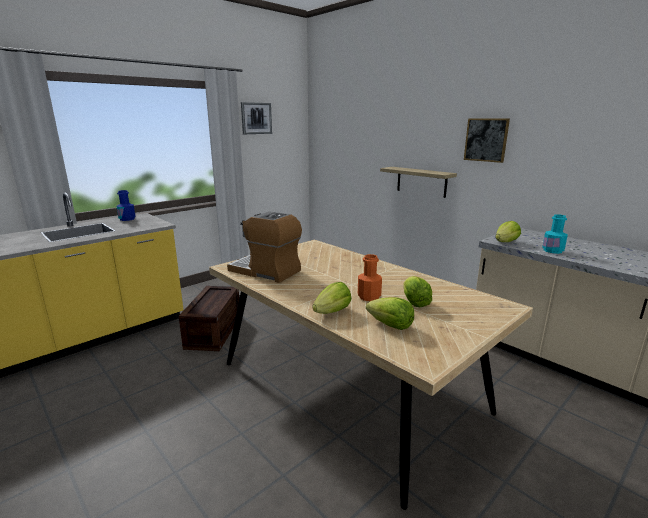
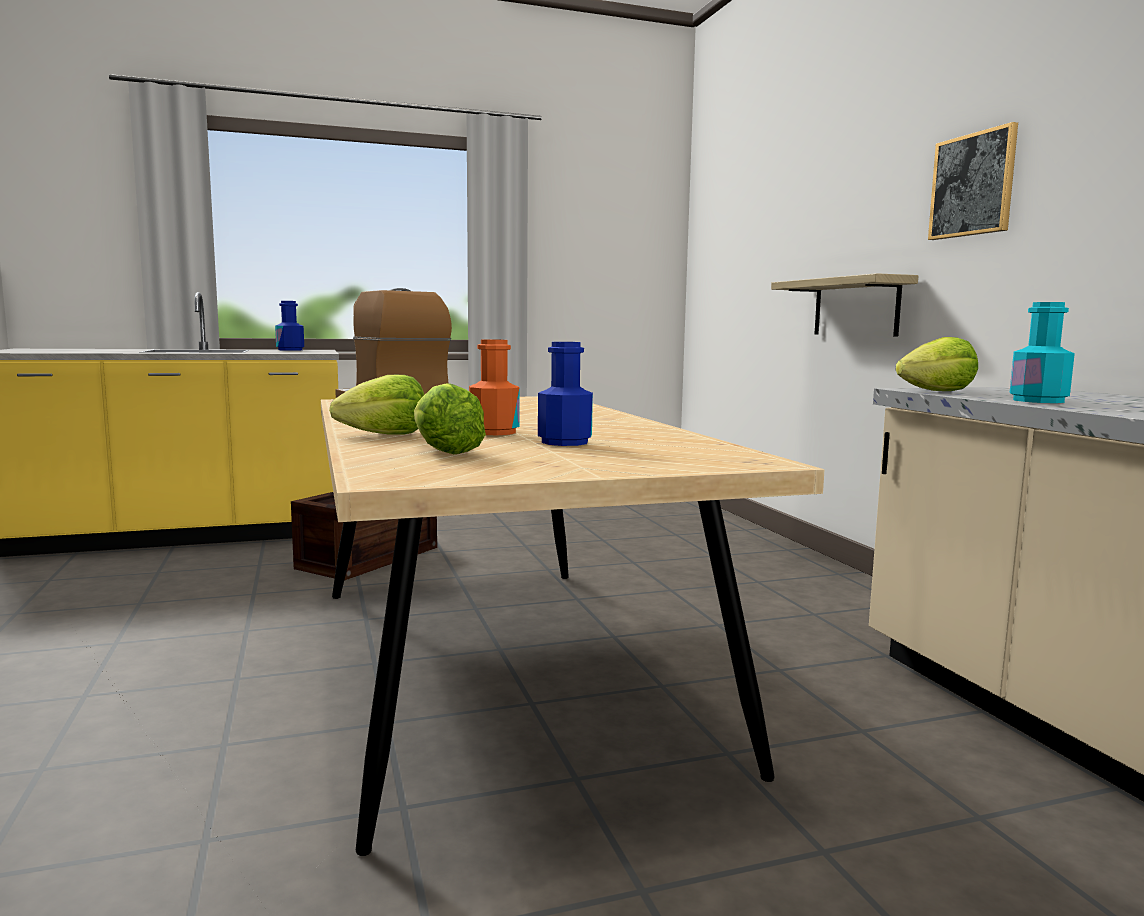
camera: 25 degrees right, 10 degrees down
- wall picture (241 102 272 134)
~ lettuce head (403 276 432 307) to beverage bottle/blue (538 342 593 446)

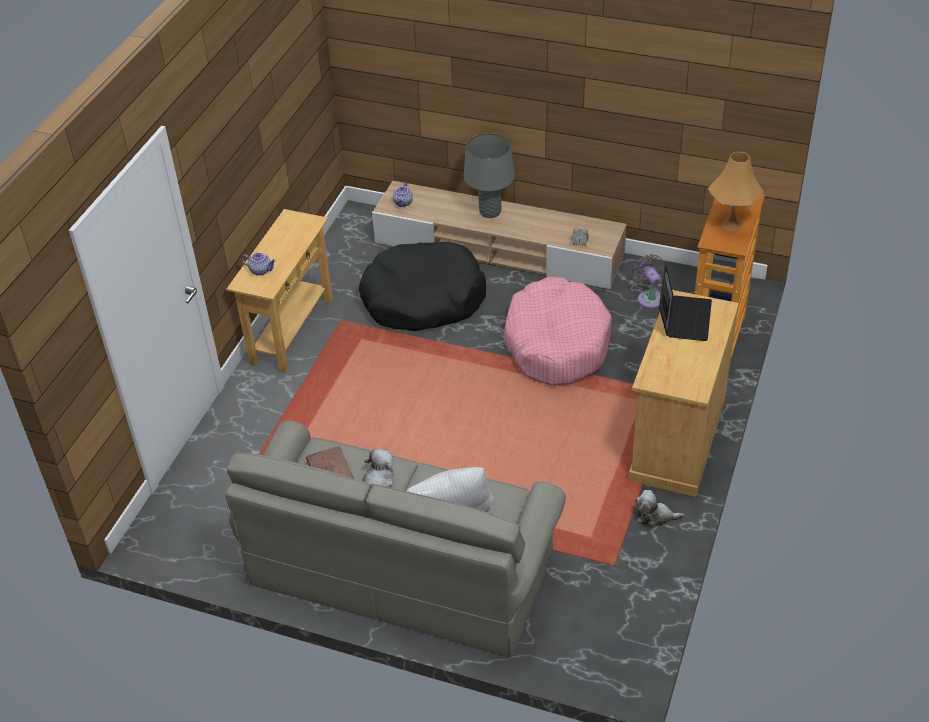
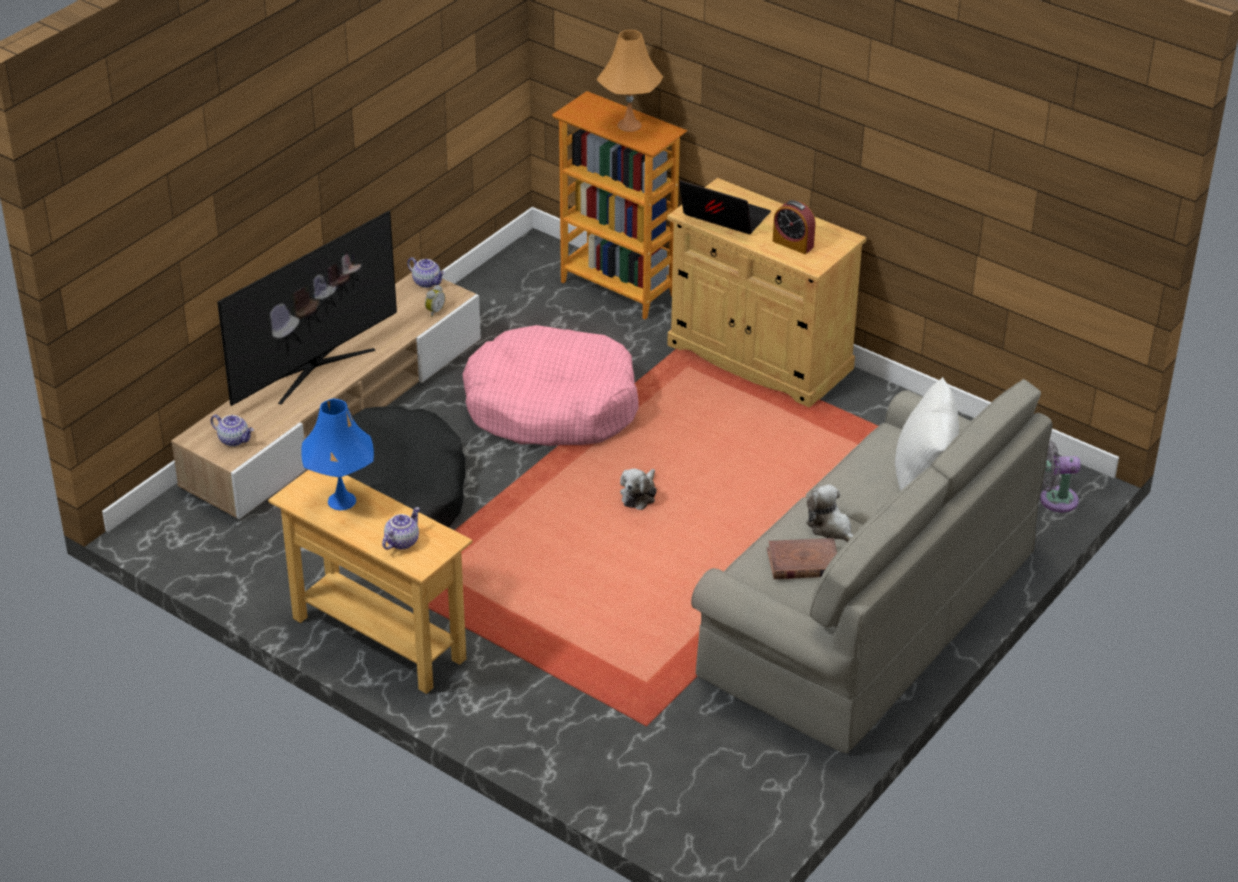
camera: 75 degrees left, 5 degrees down
+ table lamp/blue (301 399 374 510)
+ tea pot (407 257 445 288)
+ table clock (773 200 816 254)
~ fan/greyish (631 254 664 309) to (1040 440 1081 512)
~ soft toy (635 490 684 528) to (620 468 657 510)
~ table lamp/greyish (463 133 515 218) to television (217 211 397 406)

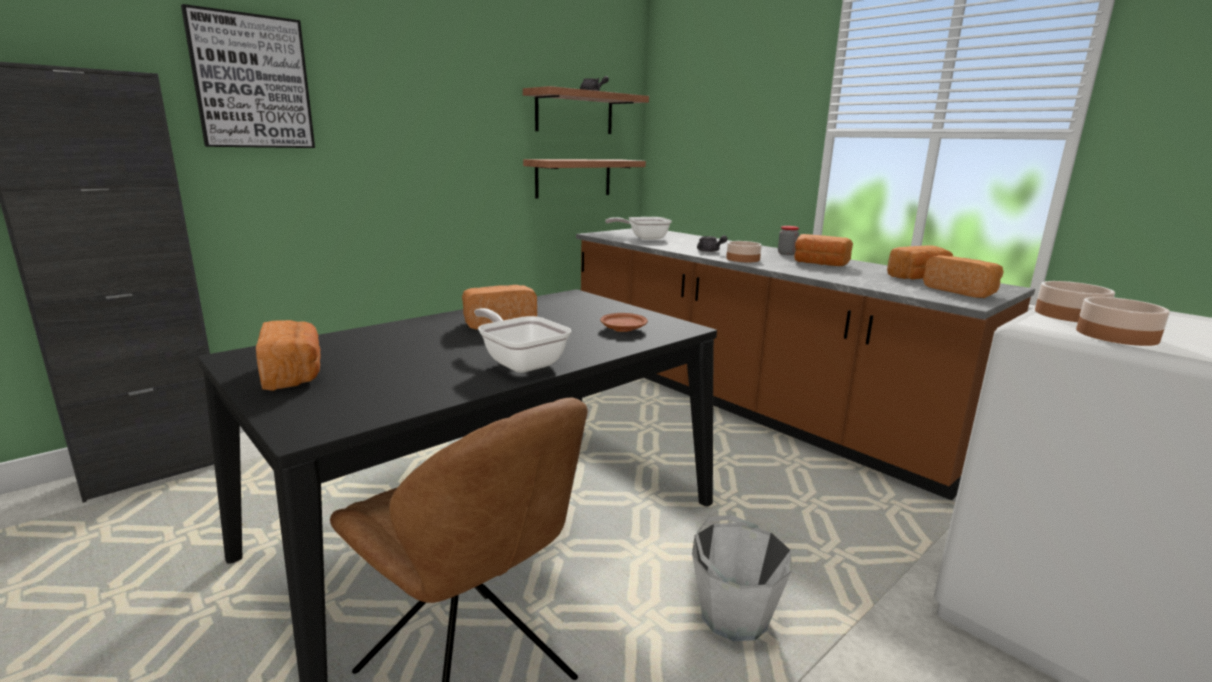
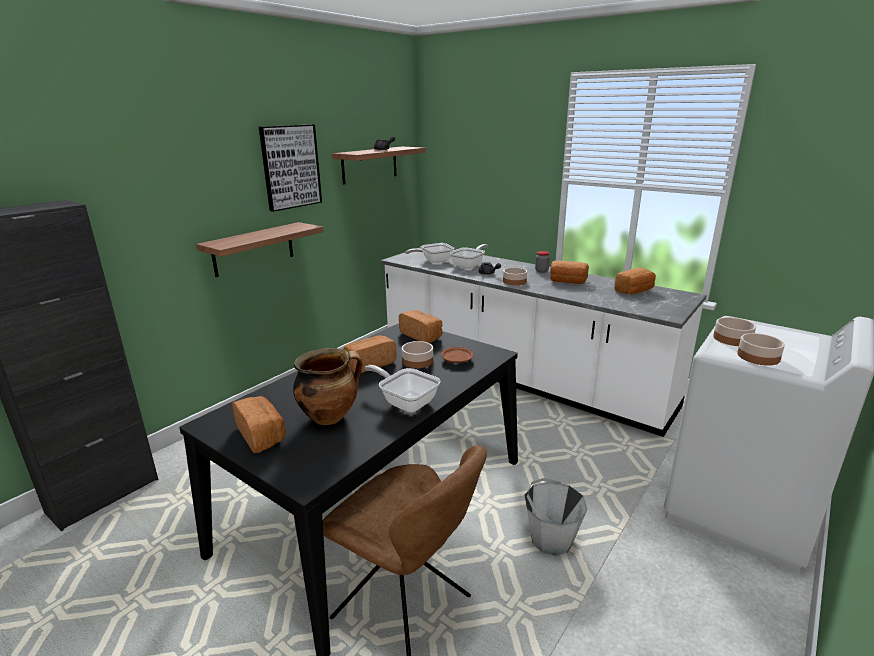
camera: 10 degrees left, 5 degrees up
+ cooking pot (293 348 362 425)
+ deep dish (402 341 433 368)
+ skillet (449 244 488 269)
~ wall picture (181 4 315 148) to (259 124 322 212)
~ bracket shelf (523 159 646 199) to (196 222 323 277)
~ baked bread (923 255 1004 298) to (399 310 442 343)
~ kitchen counter/brownish (576 228 1035 500) to kitchen counter/whitish (381 247 707 437)

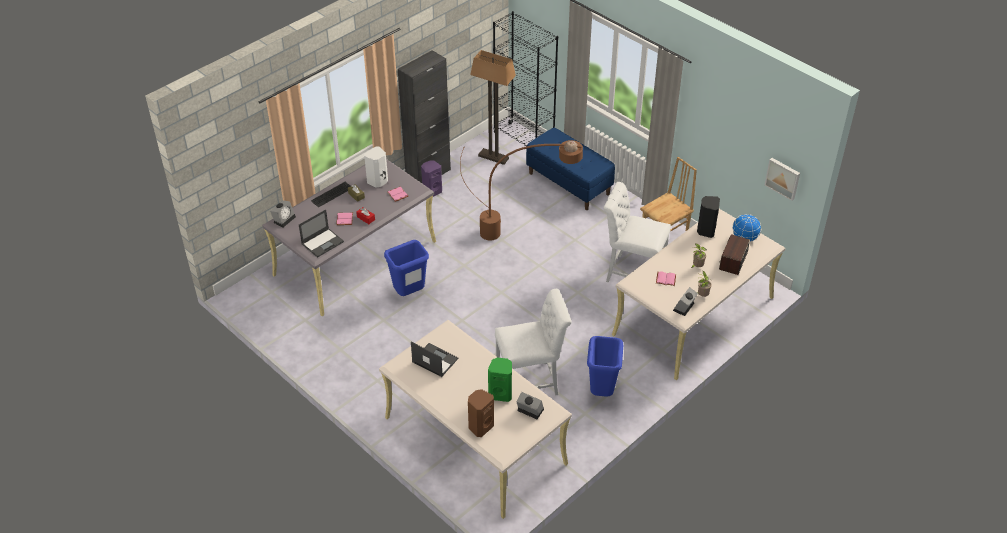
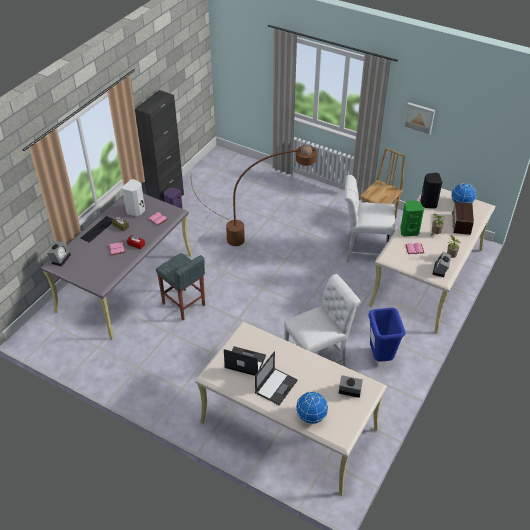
camera: 15 degrees left, 0 degrees up
- floor lamp (470 50 516 165)
- bookcase/black (493 11 558 145)
- bench/blue (526 127 615 210)
~ notebook computer (299 209 344 258) to (255 351 298 405)
~ audio speaker/green (488 357 512 402) to (400 201 424 237)
~ wall picture (765 158 800 201) to (404 102 435 136)
~ waste bin/blue (384 240 429 296) to stool seat/greyish (156 253 205 320)
~ audio speaker/brownish (468 389 494 437) to desk globe (296 391 328 424)

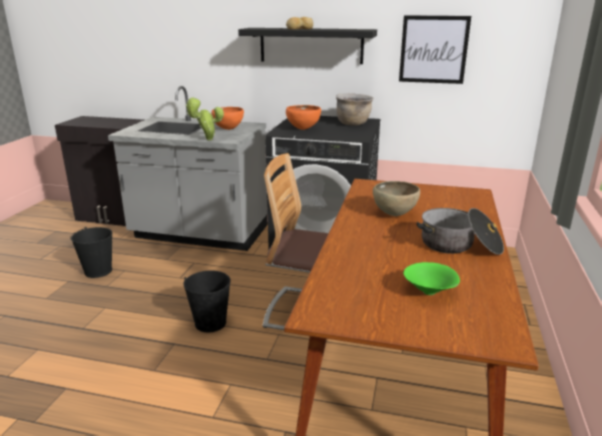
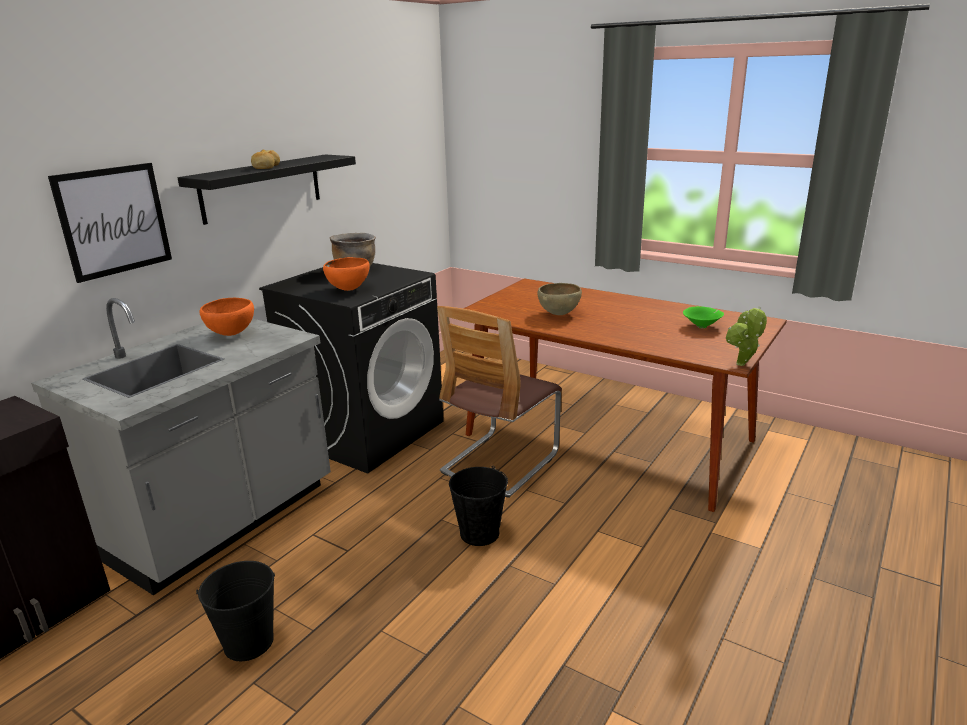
camera: 70 degrees left, 0 degrees up
- cooking pot (417 208 504 255)
~ potted plant (185 97 224 140) to (726 307 767 366)
~ wall picture (399 15 471 84) to (48 163 172 283)

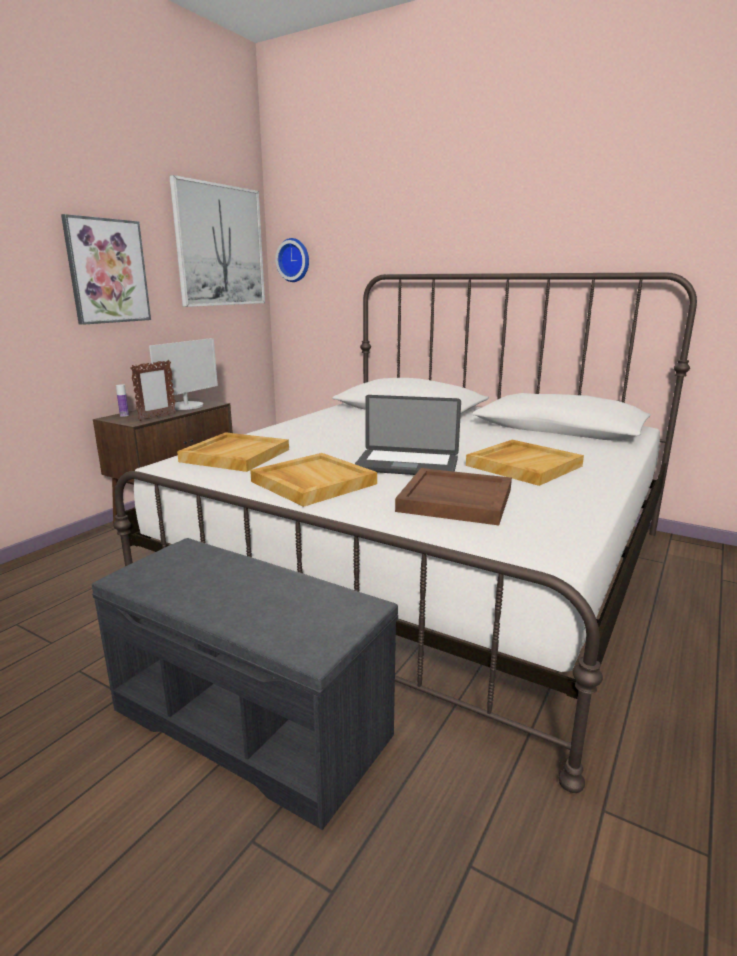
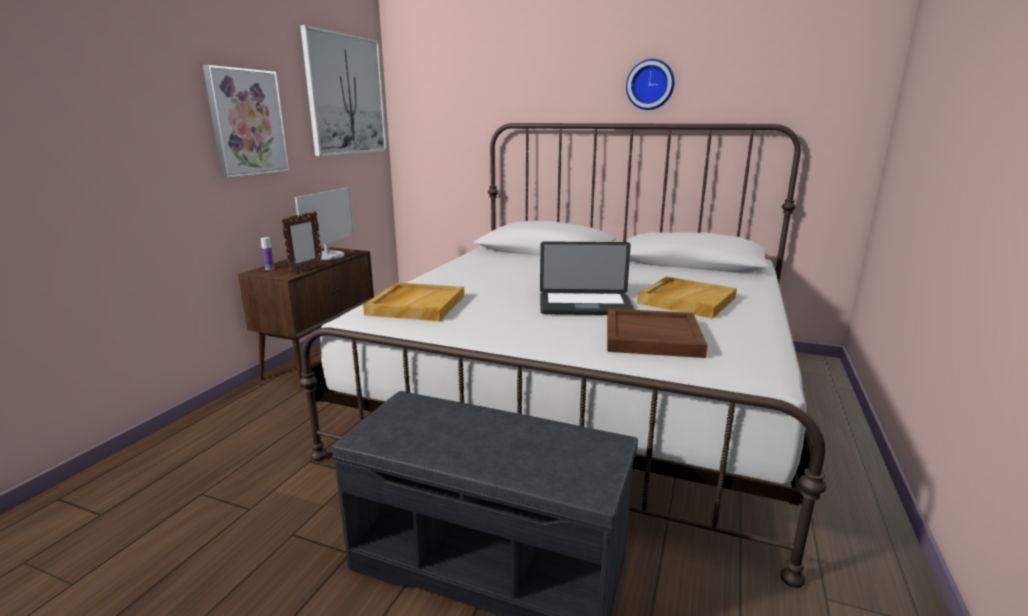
camera: 10 degrees left, 0 degrees up
- tray/sand-coloured (250 453 377 507)
~ hanging clock (275 238 309 282) to (626 59 674 110)

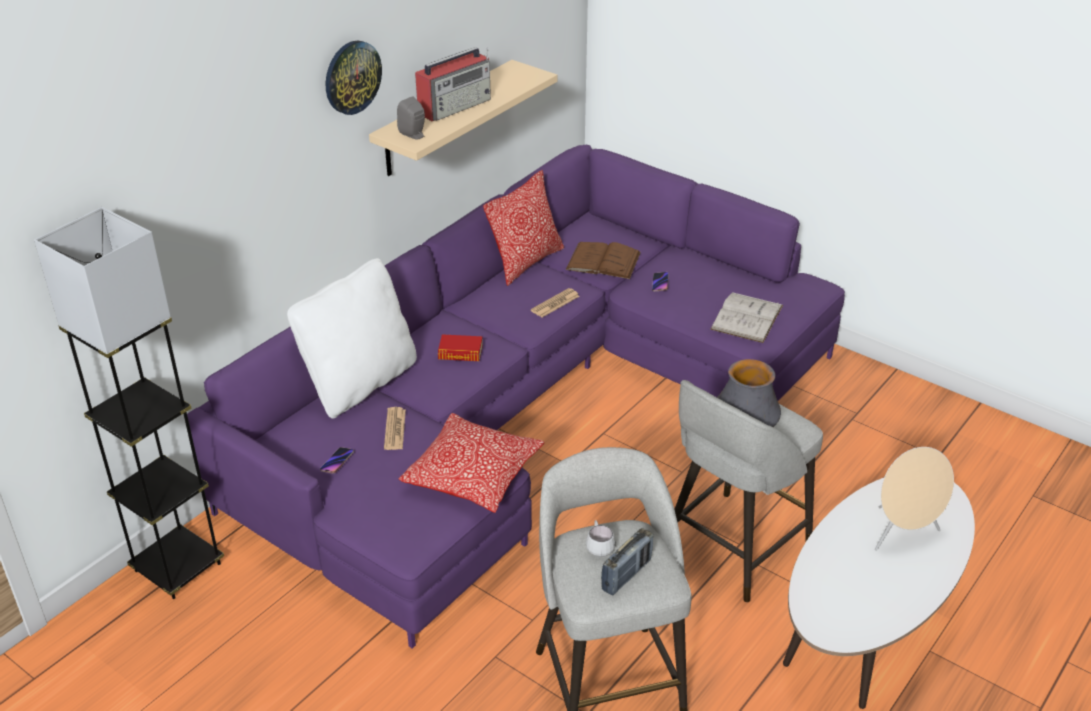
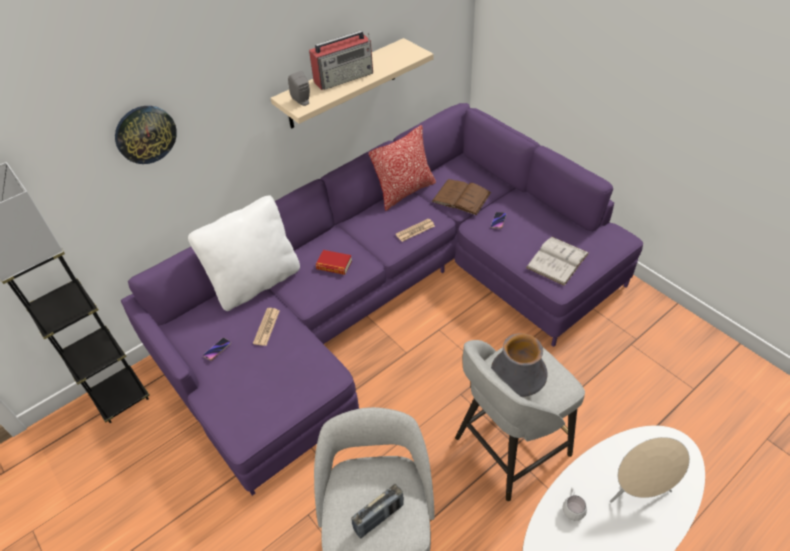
camera: 15 degrees right, 10 degrees up
- pillow (399 413 544 513)
~ hanging clock (326 41 382 115) to (115 106 177 164)
~ mug/whitish (586 520 616 557) to (563 487 587 521)

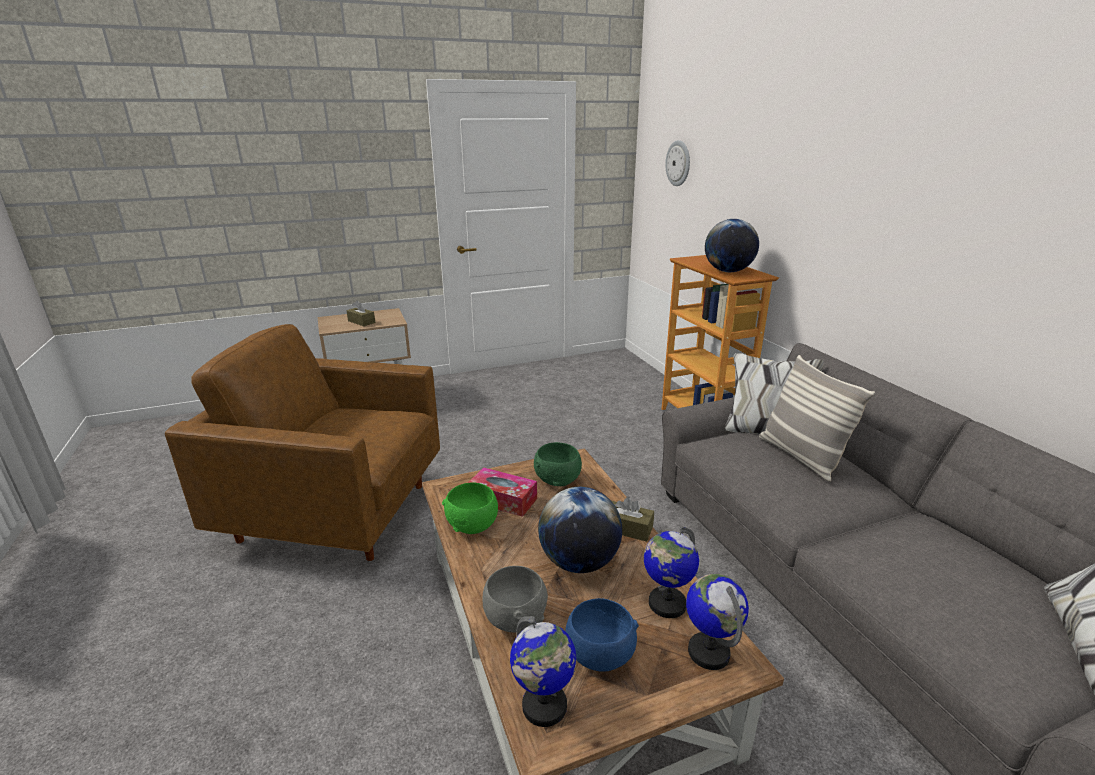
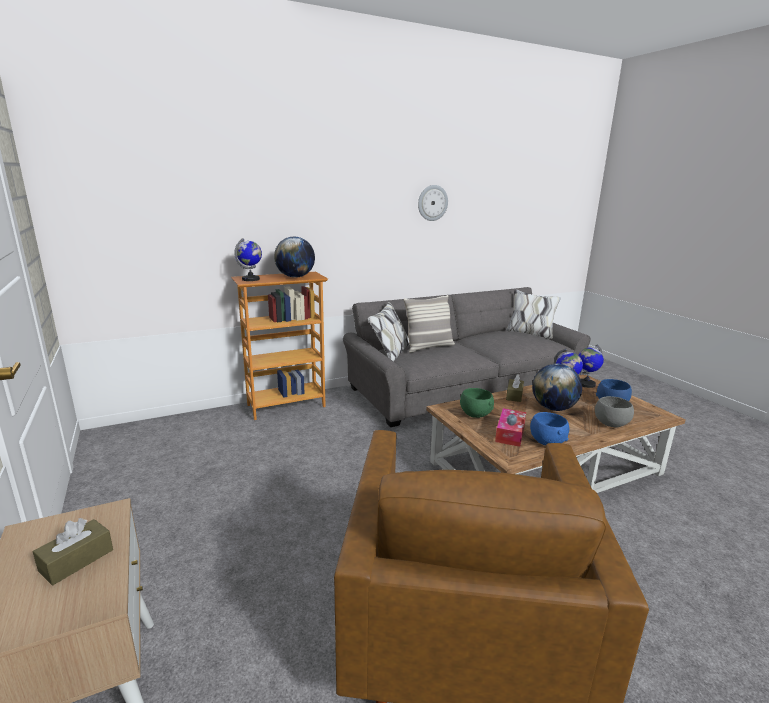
camera: 95 degrees left, 5 degrees down
~ desk globe (510 616 576 727) to (234 238 262 281)
~ hanging clock (665 140 690 186) to (418 185 448 221)
~ deep dish/green (442 482 498 534) to deep dish/blue (530 412 569 445)

